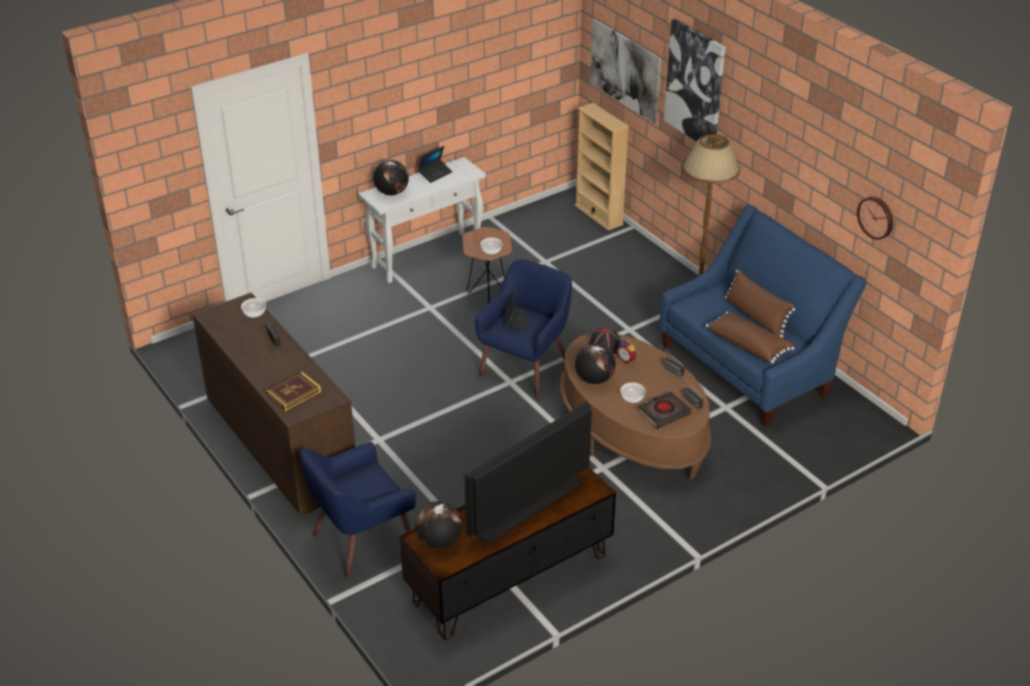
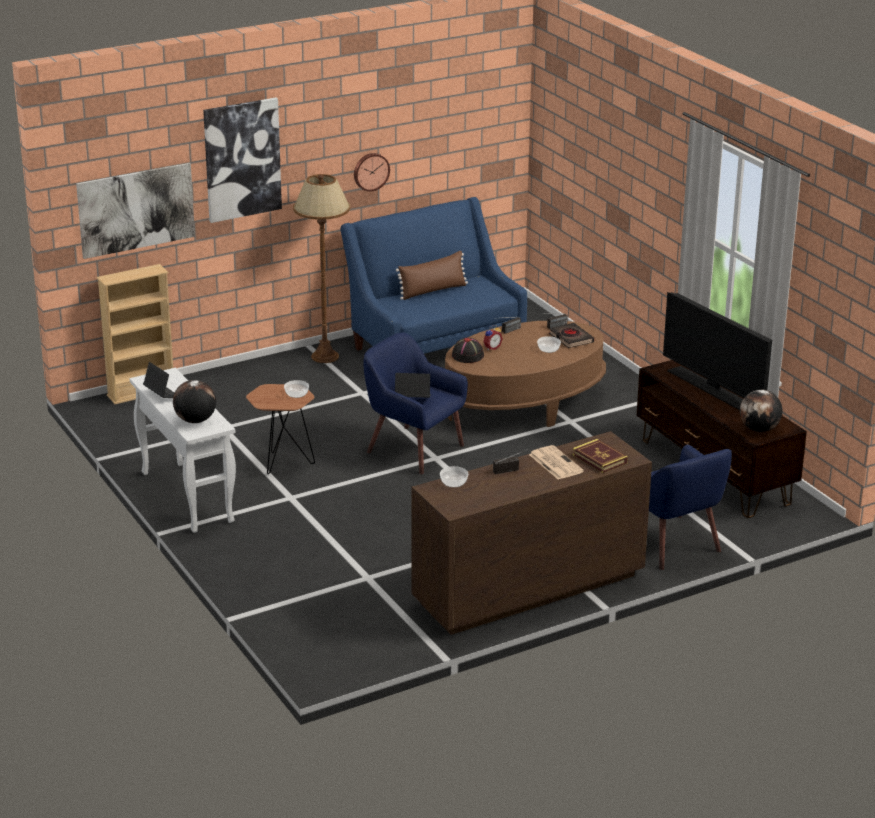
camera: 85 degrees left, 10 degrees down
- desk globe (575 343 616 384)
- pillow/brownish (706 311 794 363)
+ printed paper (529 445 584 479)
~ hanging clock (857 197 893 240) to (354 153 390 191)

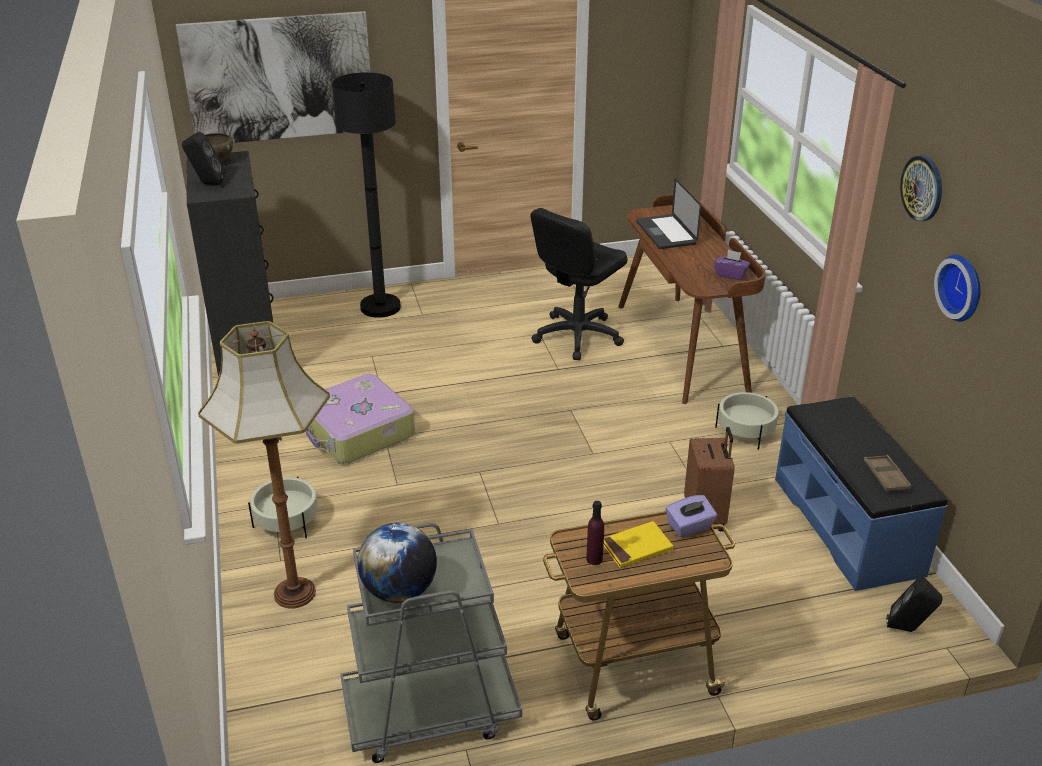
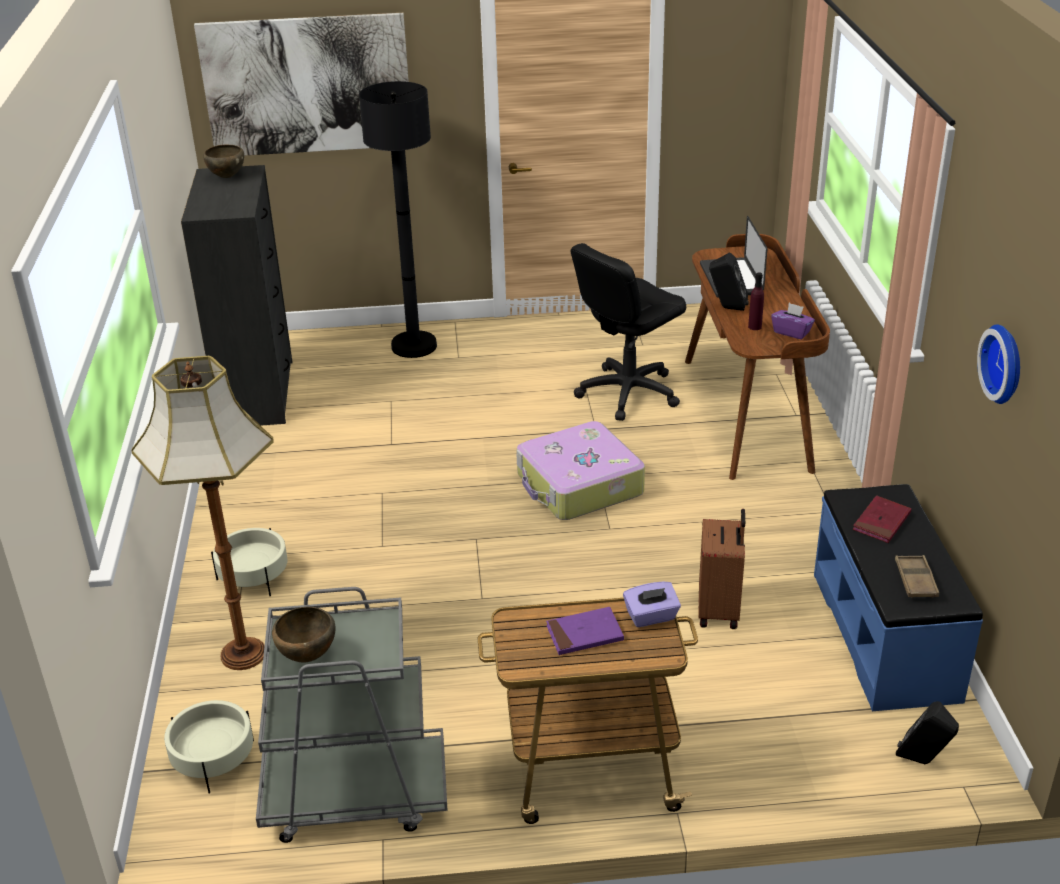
camera: 10 degrees right, 0 degrees up
- hanging clock (900 155 942 221)
+ bound book/red-coloured (853 495 912 543)
~ audio speaker/black (182 132 225 185) to (709 253 749 311)
~ piece of luggage (306 374 415 464) to (516 421 645 520)
~ beverage bottle/purple (586 501 604 565) to (748 273 764 330)
~ plant pot/sand-coloured (715 392 779 450) to (164 700 254 793)
~ desk globe (357 523 437 603) to deep dish/brownish (272 607 336 662)
~ bound book/yellow (603 521 673 568) to bound book/purple (546 607 624 655)

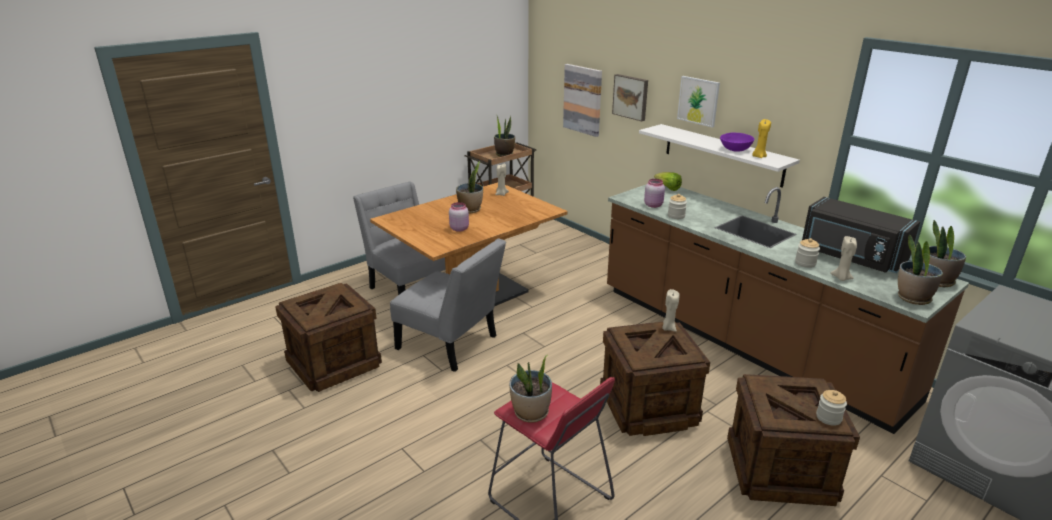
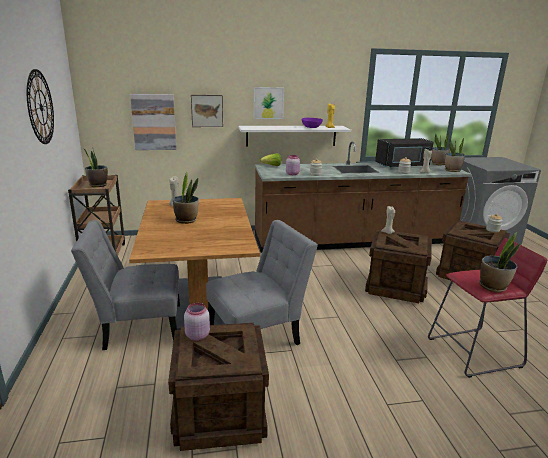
camera: 60 degrees left, 5 degrees down
+ hanging clock (27 69 54 144)
~ storage jar/pinkish (449 202 469 232) to (184 303 210 341)

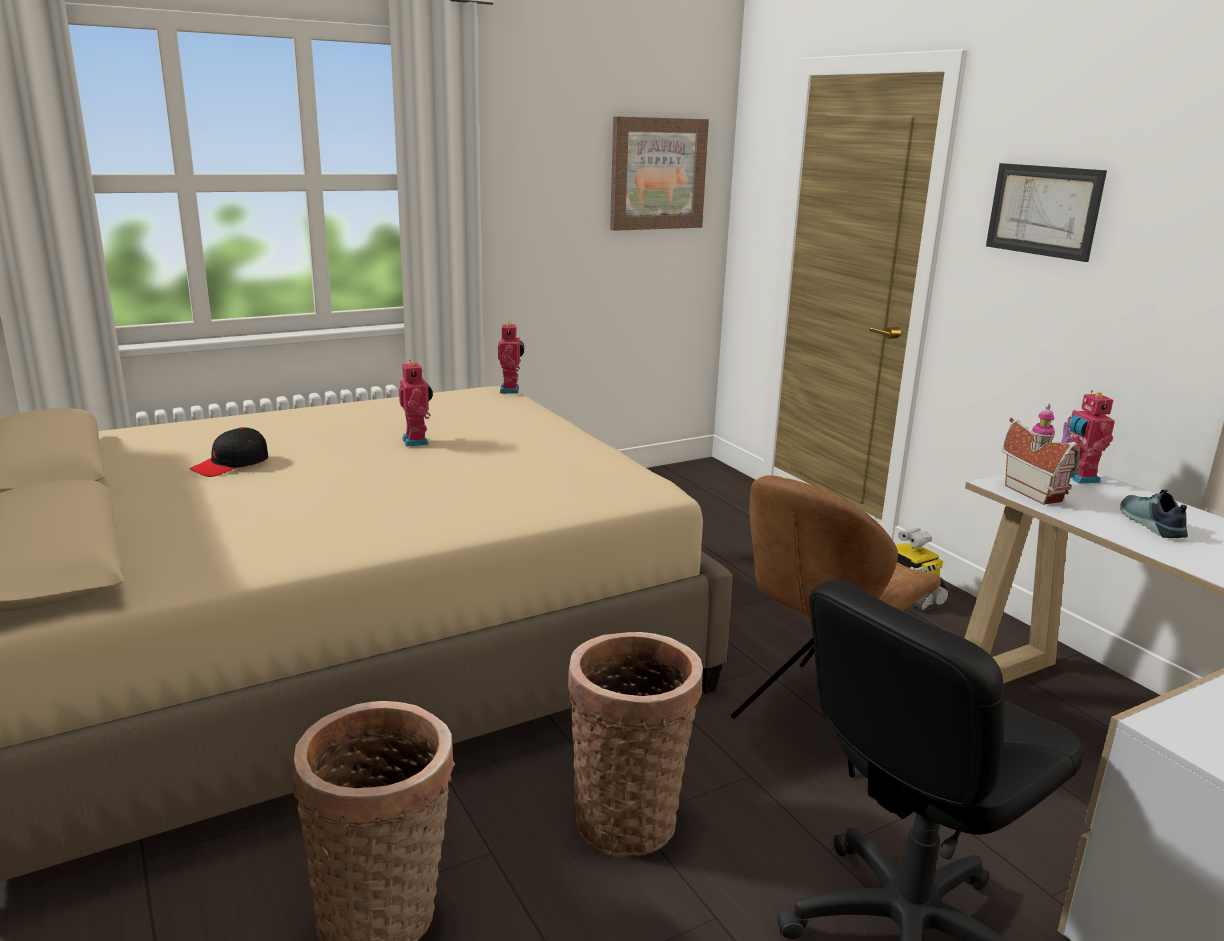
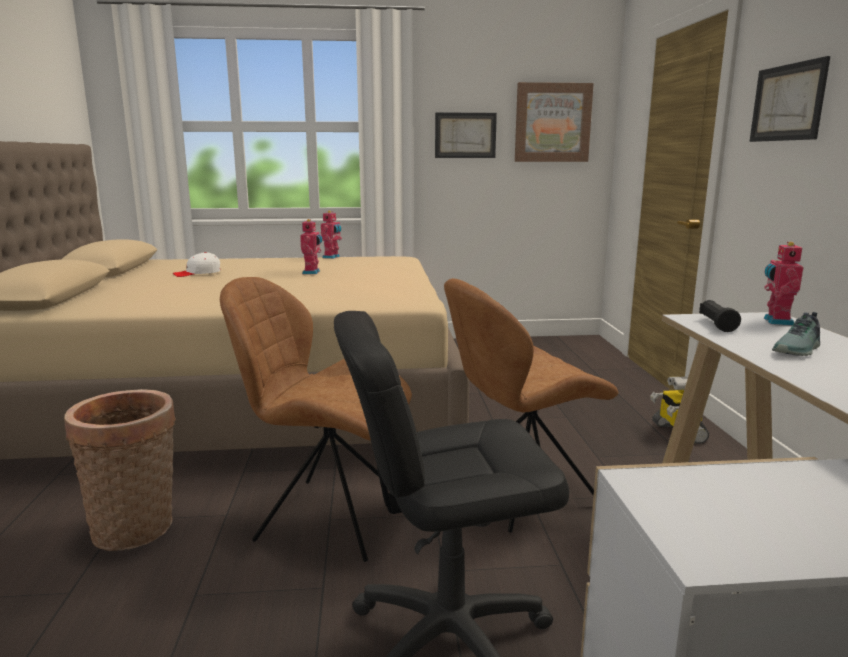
camera: 25 degrees right, 5 degrees down
+ wall picture (435 112 497 158)
~ robot figure (498 321 524 394) to (321 211 342 259)
~ household basket (568 632 703 857) to chair/brownish (220 277 412 562)
~ model house (1002 403 1082 505) to flashlight/black (699 300 741 332)
~ baseball cap/black (190 427 269 477) to baseball cap/whitish (173 252 220 277)
~ shoe (1120 489 1188 538) = (772 312 820 356) 150 degrees counterclockwise

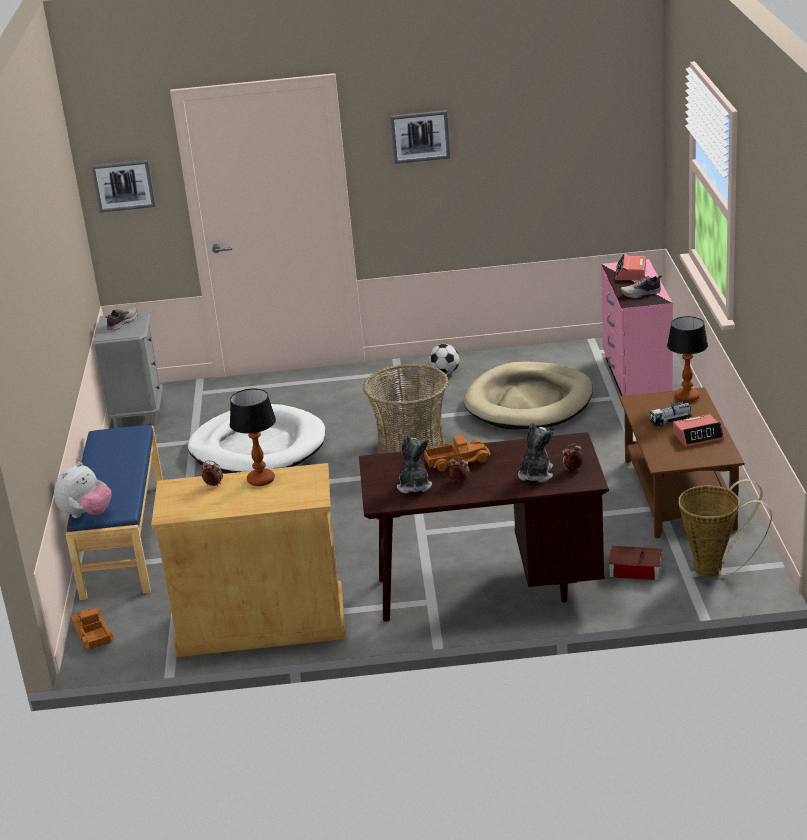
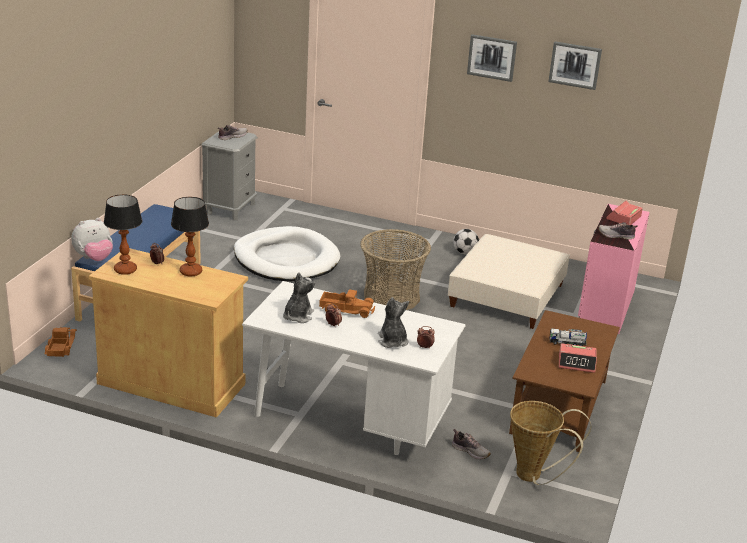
camera: 20 degrees right, 0 degrees up
~ wall picture (91 159 156 212) to (548 41 602 90)
~ table lamp (667 316 708 402) to (104 194 142 275)
~ dog bed/sand-coloured (464 361 593 430) to footrest/sand-coloured (448 234 570 329)
~ model house (608 546 662 580) to shoe (452 429 491 459)
~ desk table/brownish (359 432 609 622) to desk table/whitish (242 281 466 455)
~ soft toy (518 423 553 482) = (378 297 409 348) 60 degrees counterclockwise

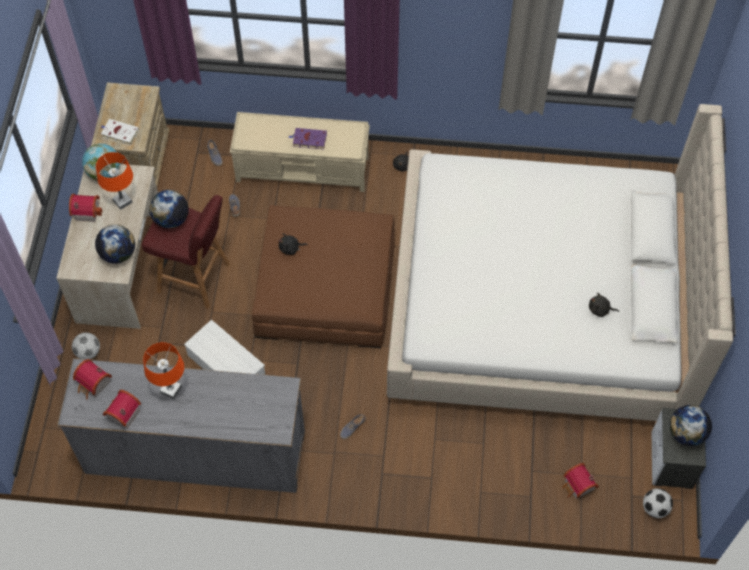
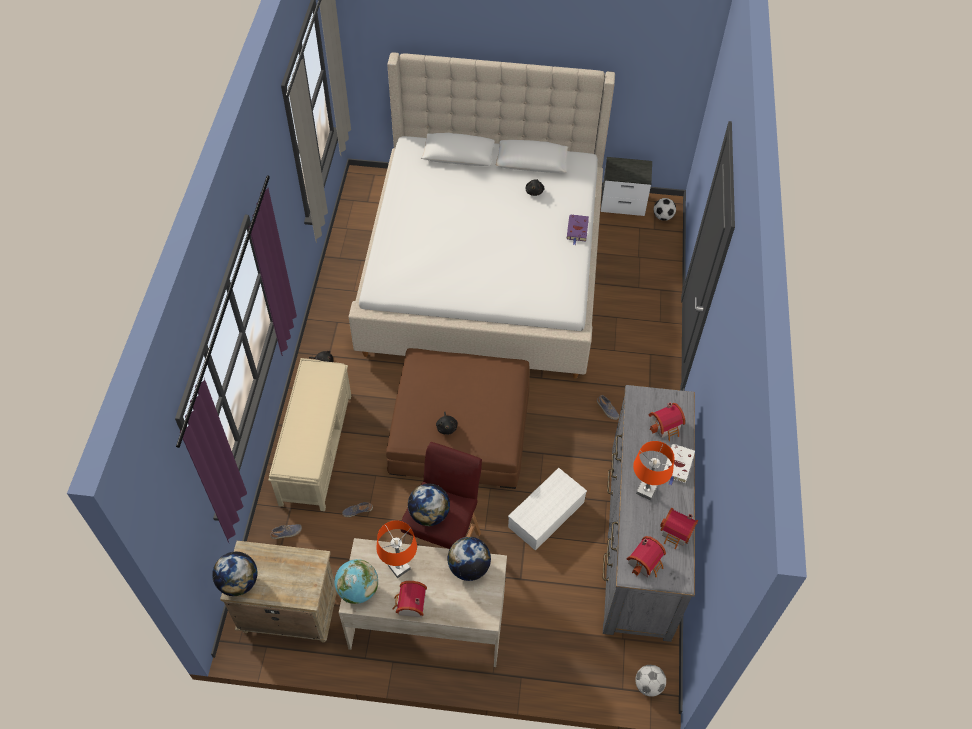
camera: 90 degrees left, 5 degrees down
~ football ball (72 332 100 359) to (635 665 666 697)
~ bound book/whitish (101 119 139 146) to (664 444 695 486)
~ bound book/purple (289 128 327 149) to (567 214 589 245)
~ model house (562 463 599 499) to (649 402 685 441)
~ desk globe (670 405 712 446) to (212 552 257 596)

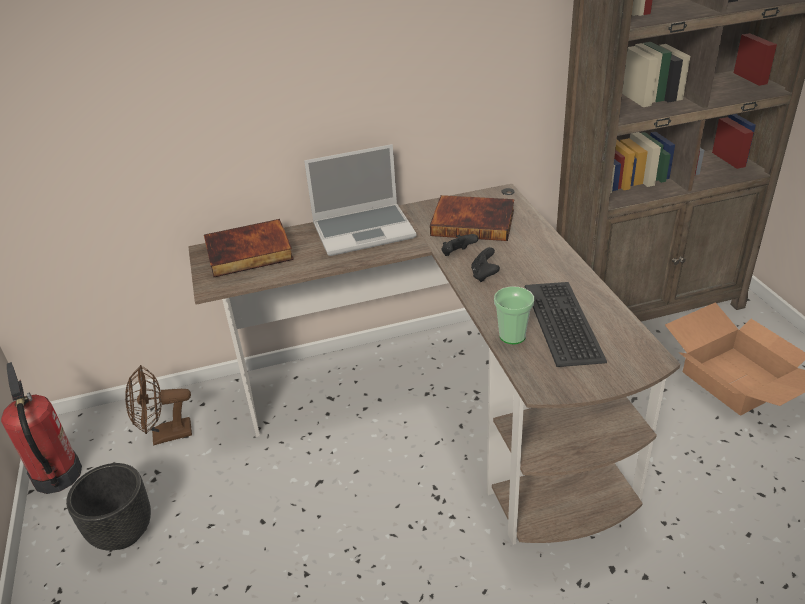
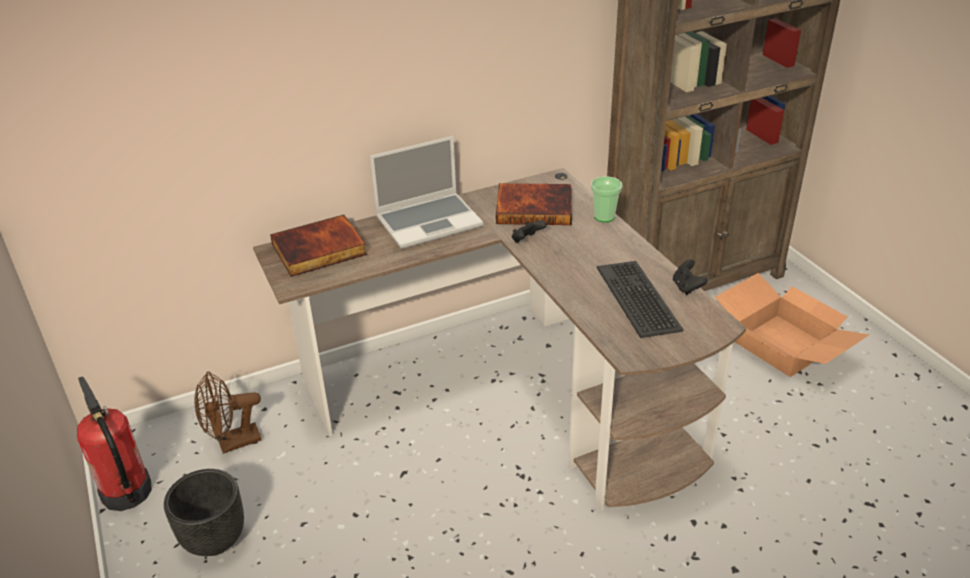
camera: 10 degrees left, 0 degrees up
~ joypad/black (471 247 500 282) to (673 259 708 295)
~ cup (494 286 534 344) to (591 176 623 222)

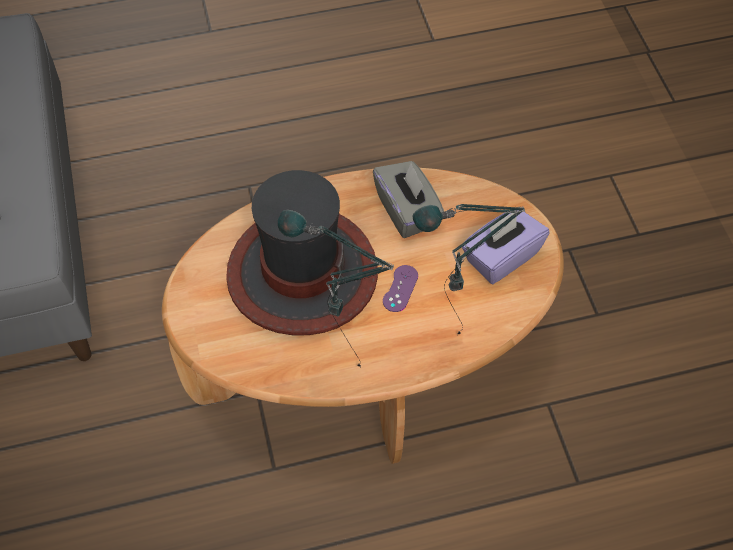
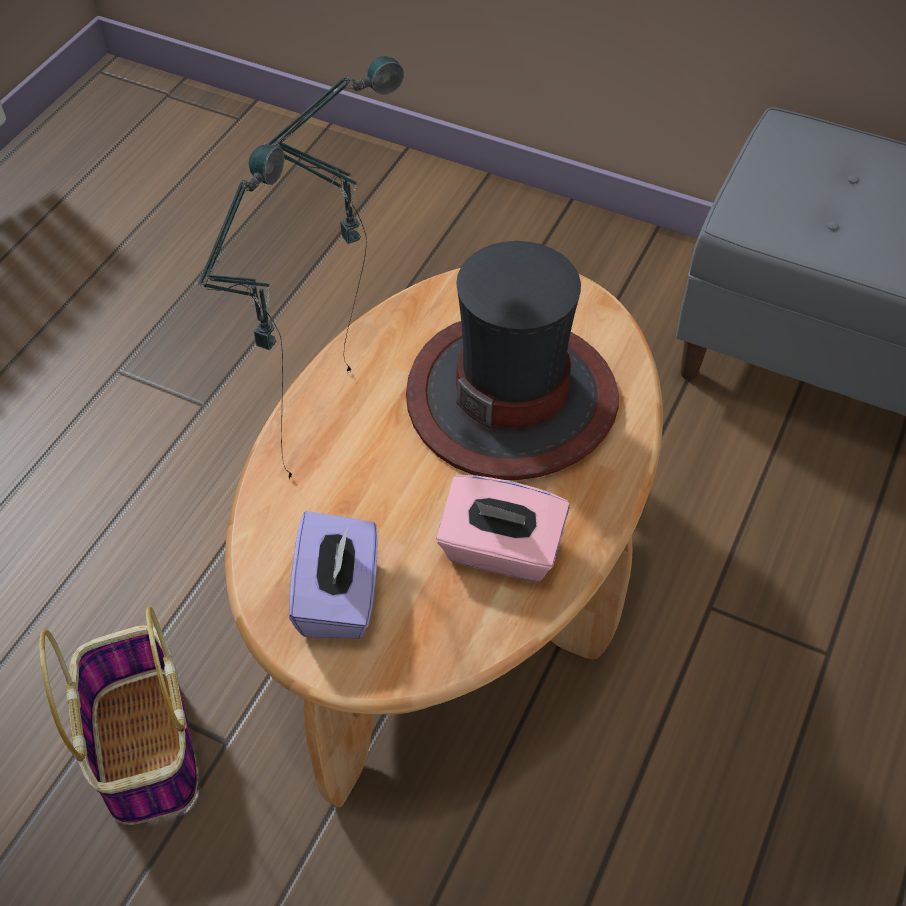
camera: 130 degrees right, 5 degrees down
- joypad/purple (383 265 418 312)
+ household basket (39 607 198 825)
~ tissue holder/greyish (373 161 444 238) to tissue holder/pinkish (436 475 570 582)

